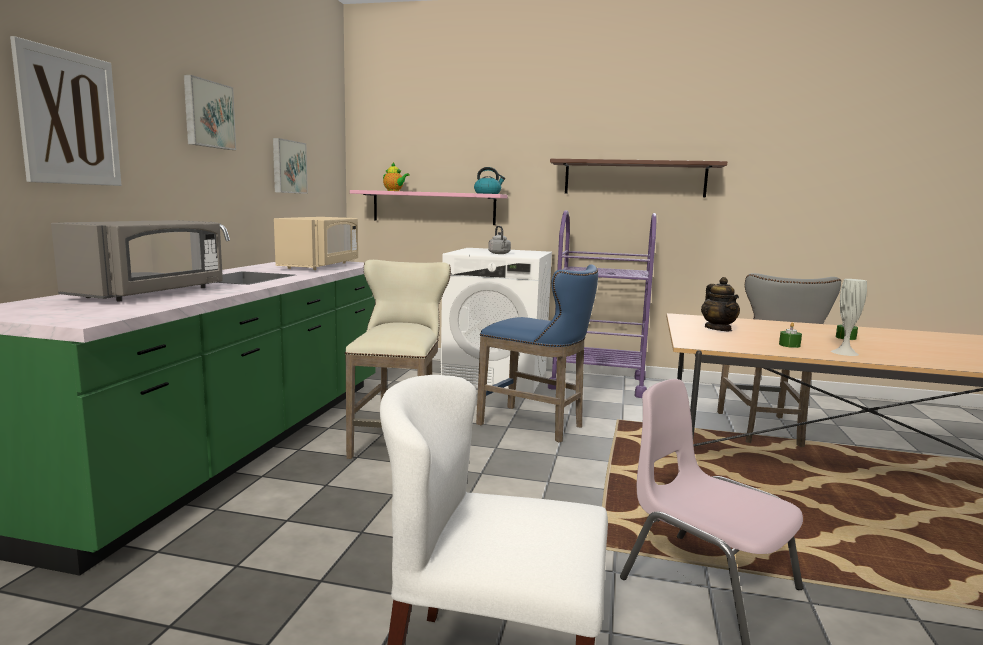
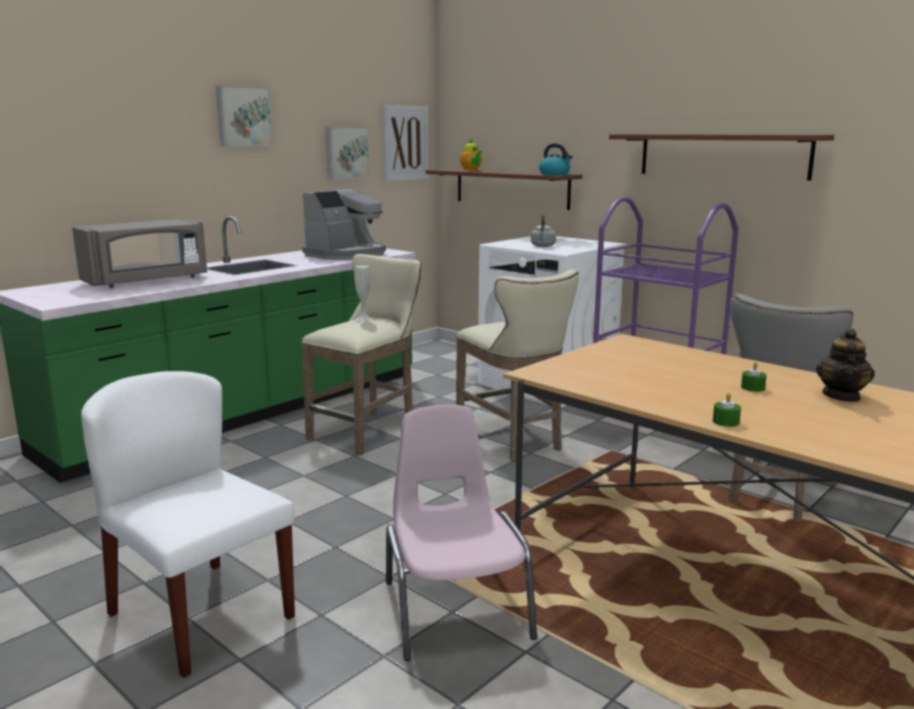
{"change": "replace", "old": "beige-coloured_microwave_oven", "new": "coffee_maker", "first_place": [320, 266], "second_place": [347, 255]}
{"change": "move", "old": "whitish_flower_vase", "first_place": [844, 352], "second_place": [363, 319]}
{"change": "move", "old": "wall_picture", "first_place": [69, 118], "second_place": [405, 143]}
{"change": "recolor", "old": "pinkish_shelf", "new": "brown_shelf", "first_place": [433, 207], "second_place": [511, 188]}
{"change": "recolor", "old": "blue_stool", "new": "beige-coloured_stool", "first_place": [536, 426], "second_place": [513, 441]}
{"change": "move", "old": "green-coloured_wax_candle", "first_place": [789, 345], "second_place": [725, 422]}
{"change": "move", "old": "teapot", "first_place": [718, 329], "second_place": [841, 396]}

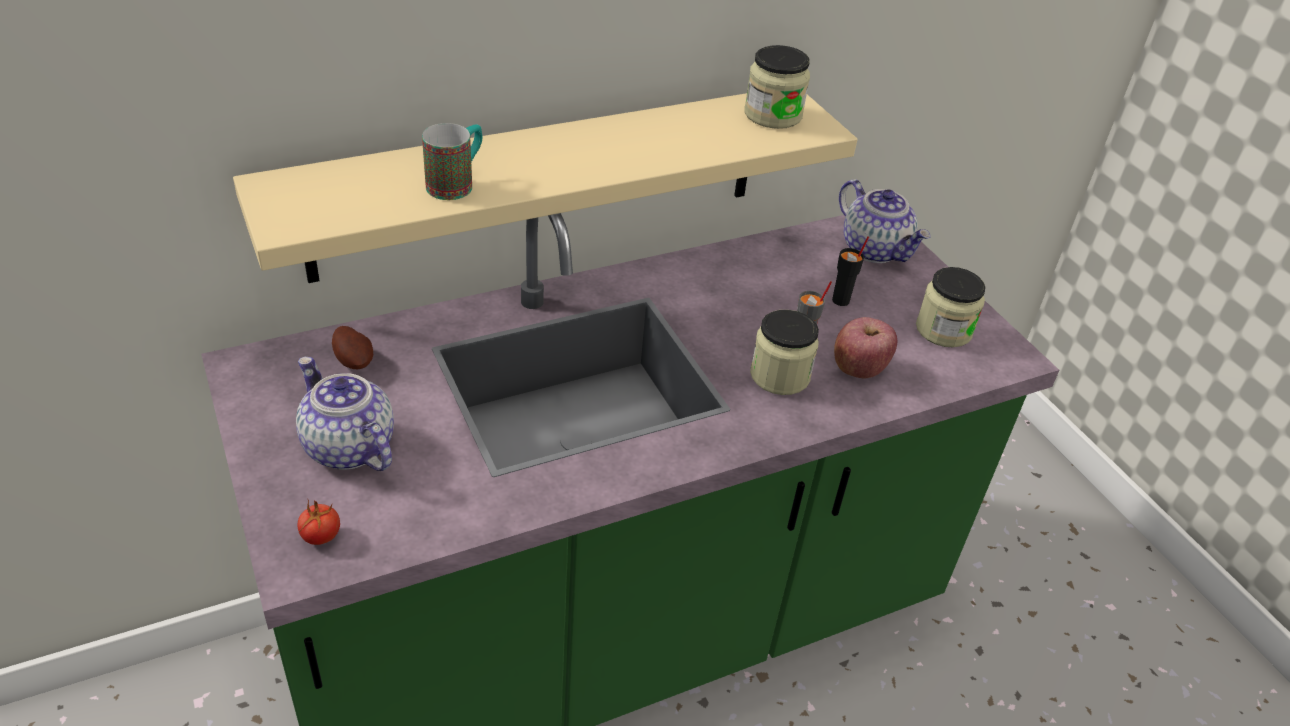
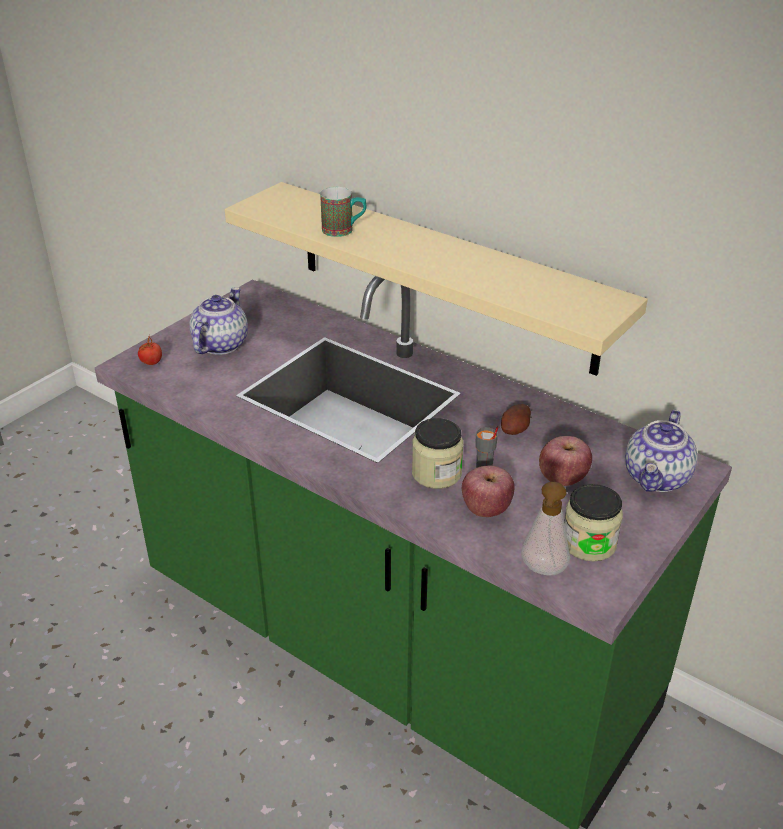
{"change": "move", "old": "potato", "first_place": [355, 360], "second_place": [516, 430]}
{"change": "insert", "new": "soap_dispenser", "second_place": [542, 571]}
{"change": "replace", "old": "blackish_small_cup", "new": "apple", "first_place": [841, 300], "second_place": [562, 478]}
{"change": "delete", "old": "jar", "first_place": [773, 115]}

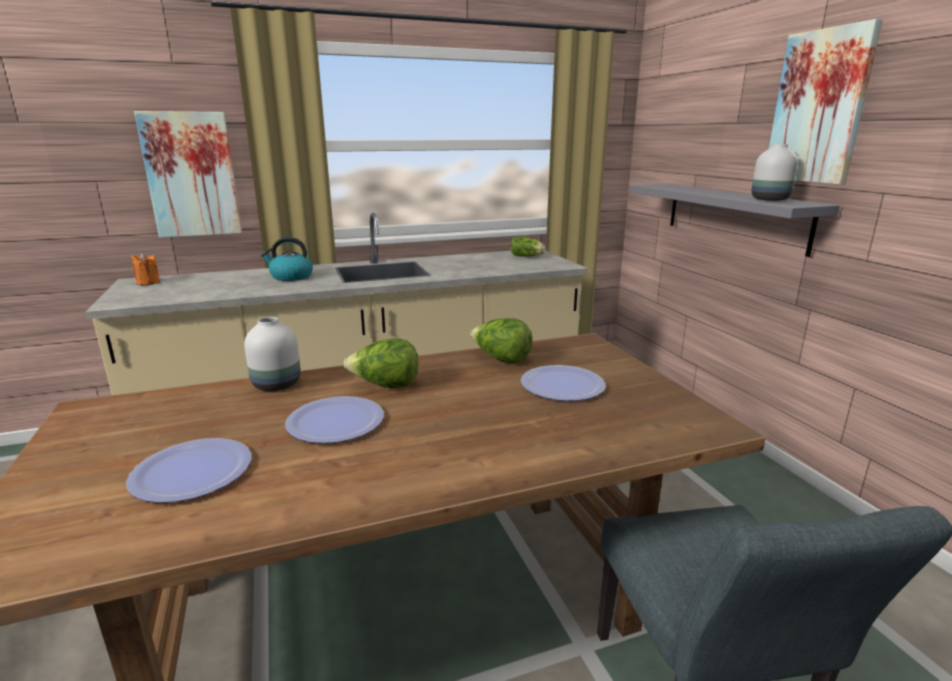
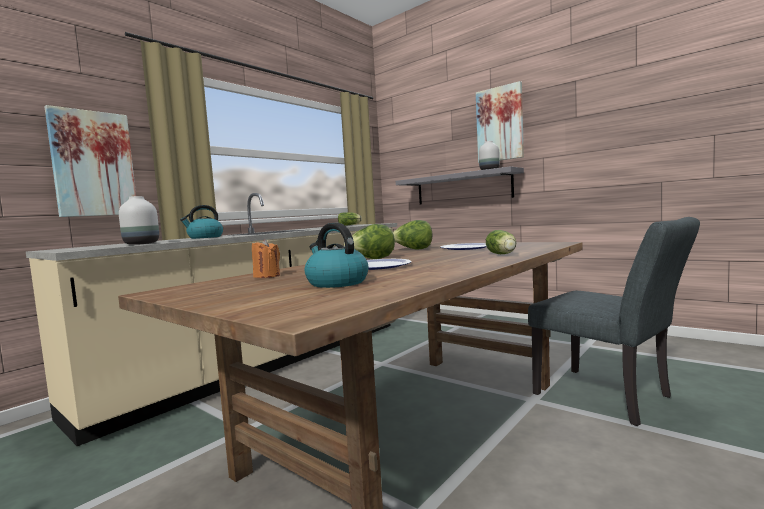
{"change": "move", "old": "whitish_flower_vase", "first_place": [277, 384], "second_place": [141, 244]}
{"change": "move", "old": "orange_wax_candle", "first_place": [148, 282], "second_place": [267, 276]}
{"change": "replace", "old": "plate", "new": "kettle", "first_place": [192, 472], "second_place": [336, 283]}
{"change": "insert", "new": "lettuce", "second_place": [502, 254]}

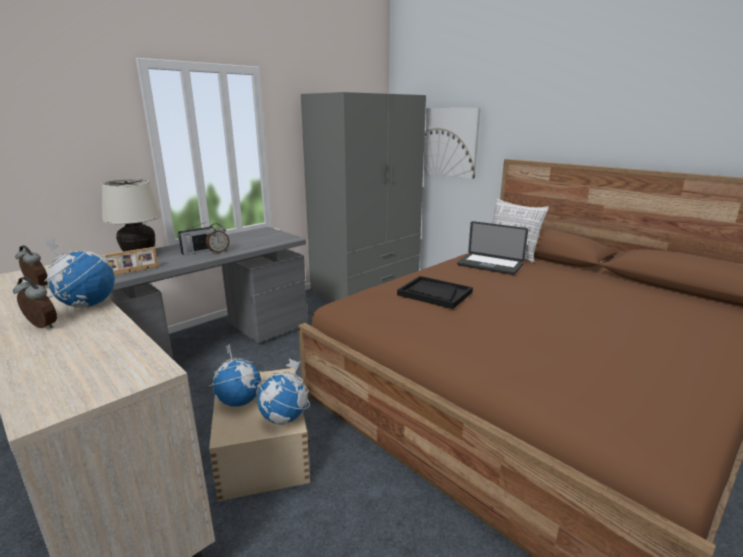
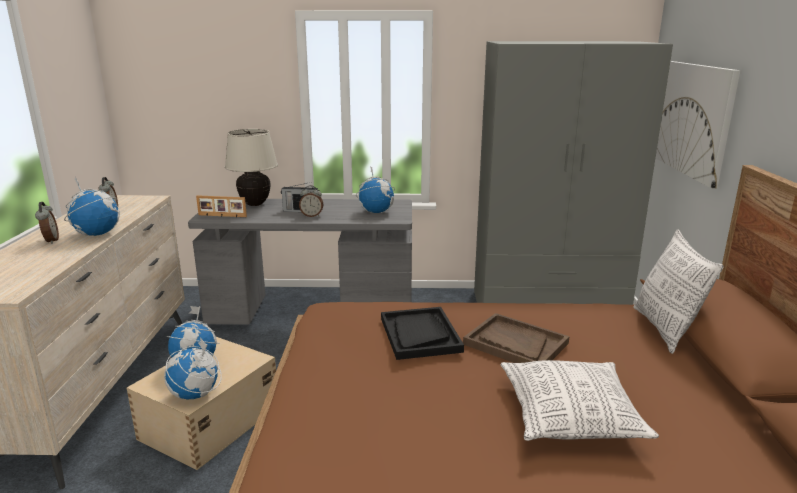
{"change": "insert", "new": "globe", "second_place": [376, 212]}
{"change": "insert", "new": "brown_carrying_tray", "second_place": [515, 344]}
{"change": "insert", "new": "cushion", "second_place": [570, 417]}
{"change": "delete", "old": "notebook_computer", "first_place": [490, 265]}

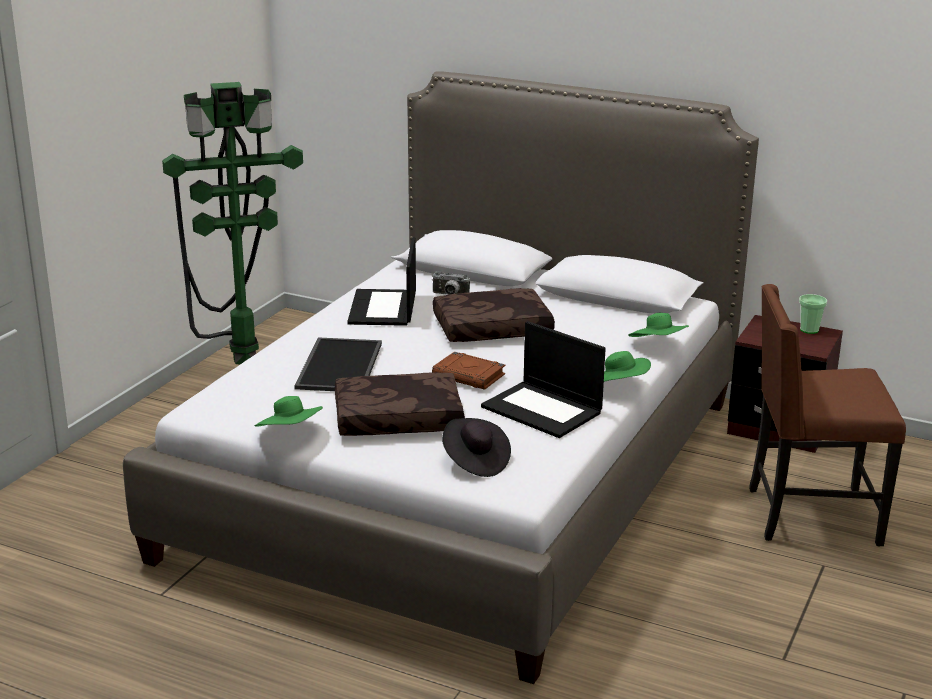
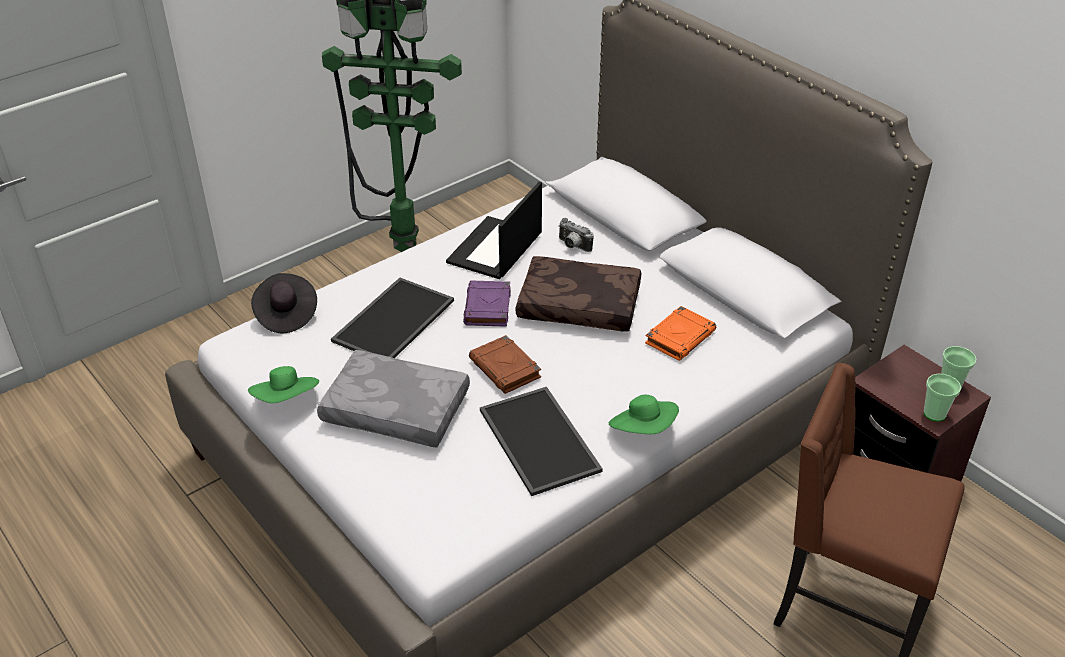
{"change": "move", "old": "blackish_wearable_hat", "first_place": [475, 461], "second_place": [286, 315]}
{"change": "recolor", "old": "brown_cushion", "new": "gray_cushion", "first_place": [397, 420], "second_place": [394, 411]}
{"change": "insert", "new": "purplish_book", "second_place": [488, 308]}
{"change": "replace", "old": "notebook_computer", "new": "carrying_tray", "first_place": [543, 410], "second_place": [541, 440]}
{"change": "insert", "new": "orange_book", "second_place": [680, 337]}
{"change": "insert", "new": "small_cup", "second_place": [934, 413]}
{"change": "delete", "old": "green-coloured_wearable_hat", "first_place": [658, 346]}

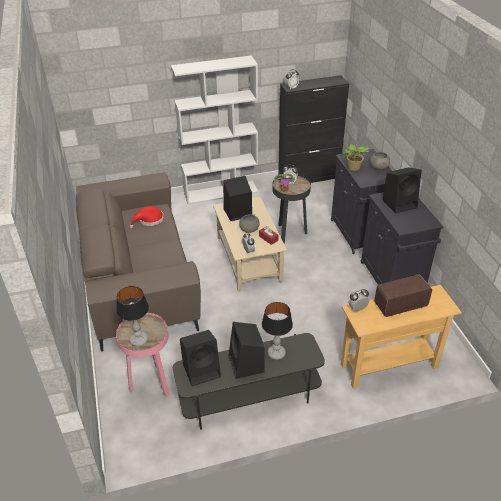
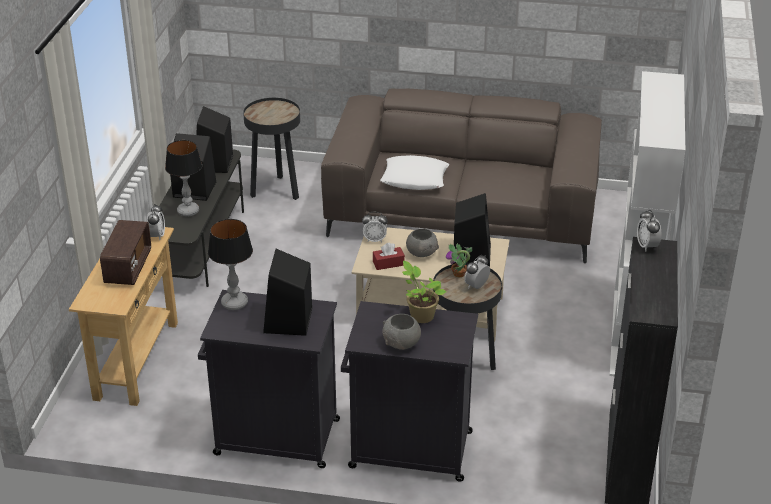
{"change": "move", "old": "lamp_for_a_table", "first_place": [139, 340], "second_place": [234, 303]}
{"change": "recolor", "old": "pinkish_side_table", "new": "blackish_side_table", "first_place": [151, 384], "second_place": [276, 191]}
{"change": "insert", "new": "whitish_cushion", "second_place": [414, 178]}
{"change": "delete", "old": "red-coloured_wearable_hat", "first_place": [149, 220]}

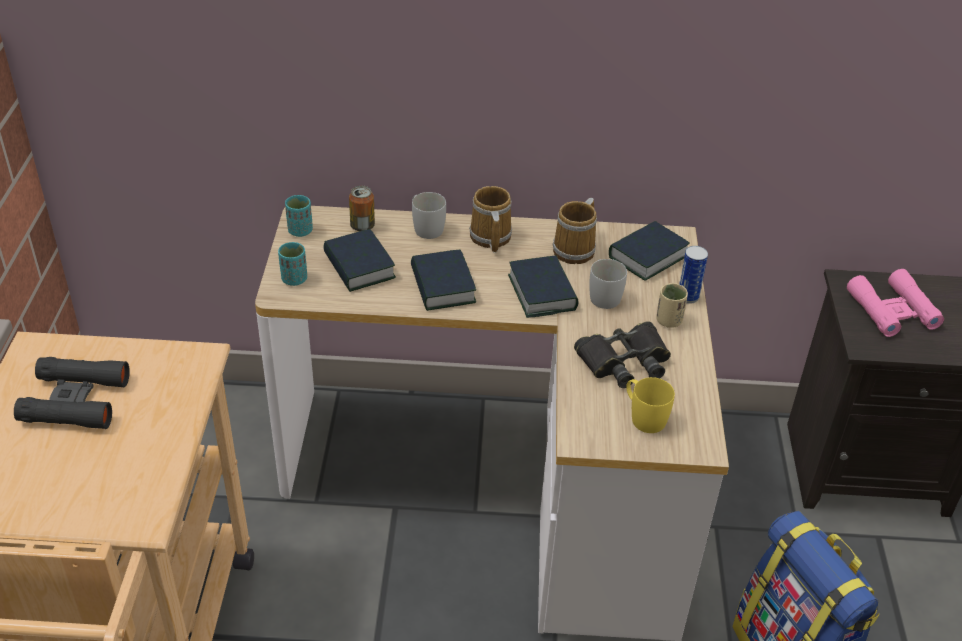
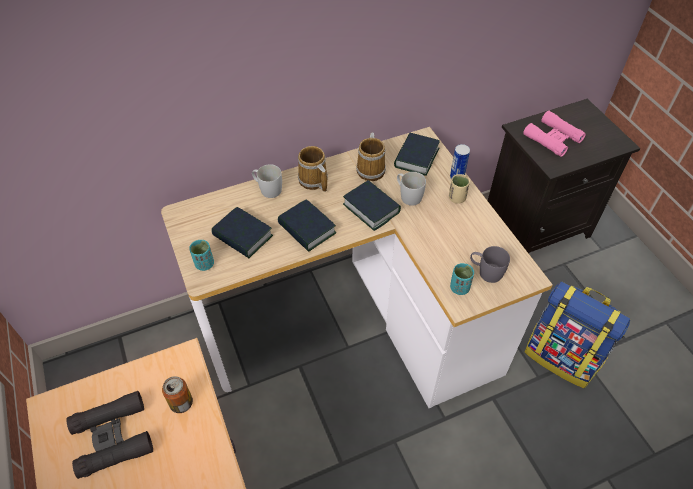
{"change": "move", "old": "sealed_can", "first_place": [362, 226], "second_place": [181, 403]}
{"change": "move", "old": "turquoise_small_cup", "first_place": [300, 231], "second_place": [459, 288]}
{"change": "recolor", "old": "yellow_mug", "new": "gray_mug", "first_place": [643, 416], "second_place": [485, 272]}
{"change": "delete", "old": "blackish_field_glasses", "first_place": [624, 361]}

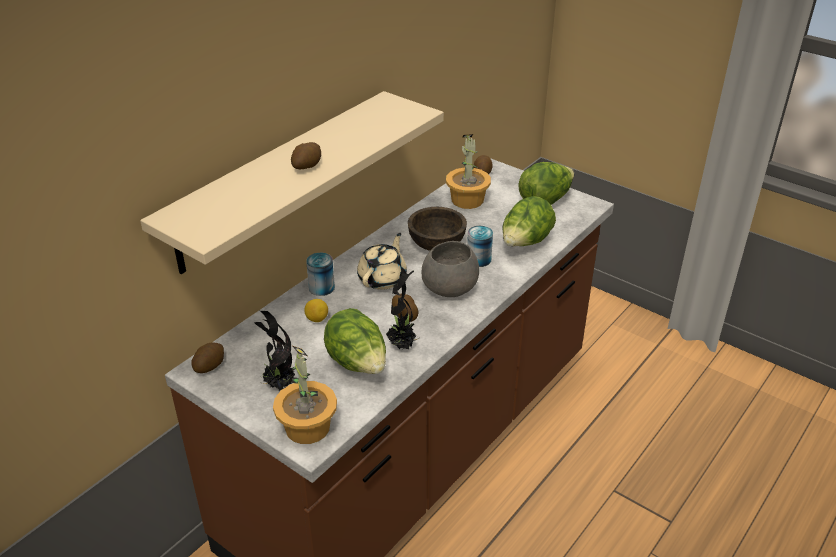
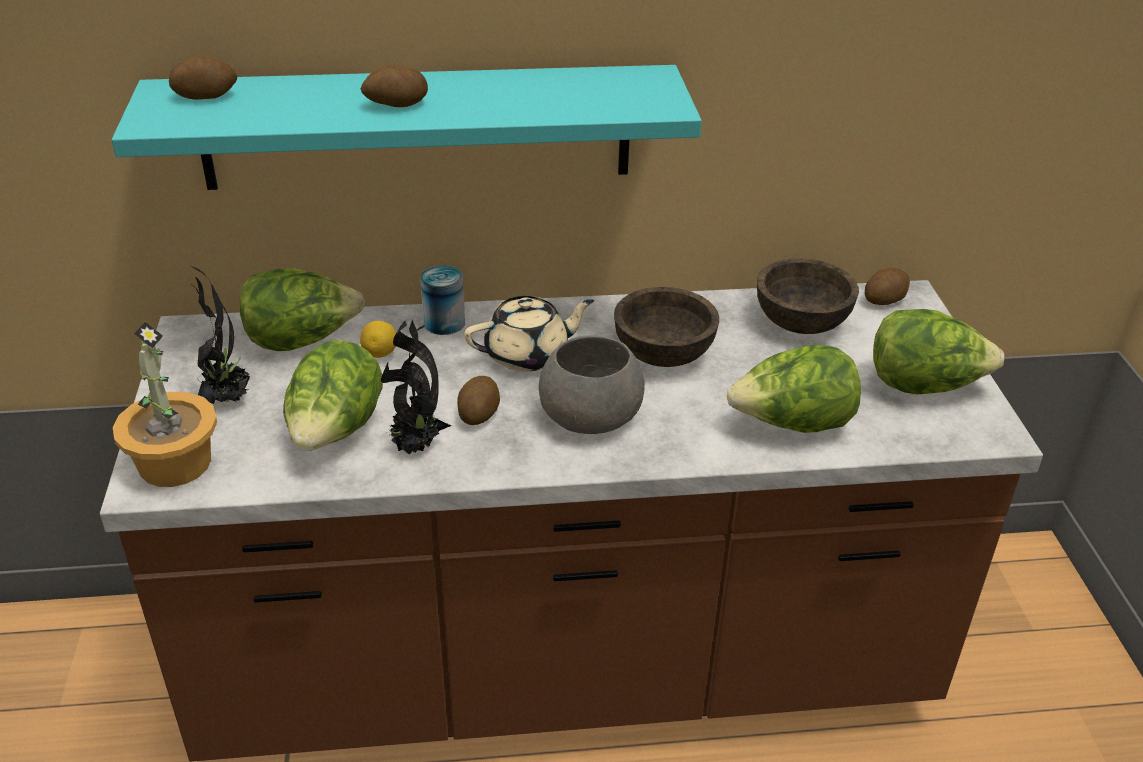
{"change": "recolor", "old": "beige-coloured_shelf", "new": "turquoise_shelf", "first_place": [280, 180], "second_place": [417, 127]}
{"change": "move", "old": "potato", "first_place": [209, 365], "second_place": [206, 96]}
{"change": "insert", "new": "lettuce", "second_place": [302, 341]}
{"change": "replace", "old": "potted_plant", "new": "brown_bowl", "first_place": [467, 200], "second_place": [801, 323]}
{"change": "delete", "old": "sealed_can", "first_place": [479, 259]}

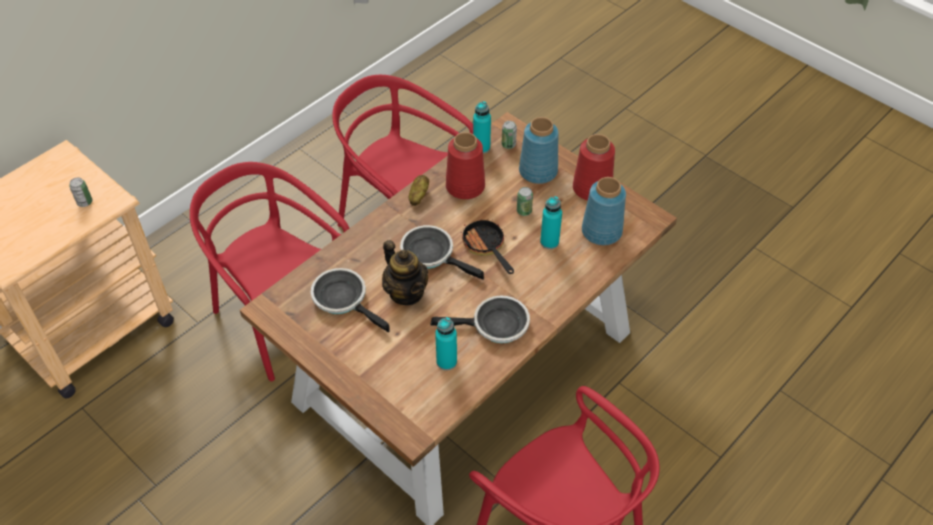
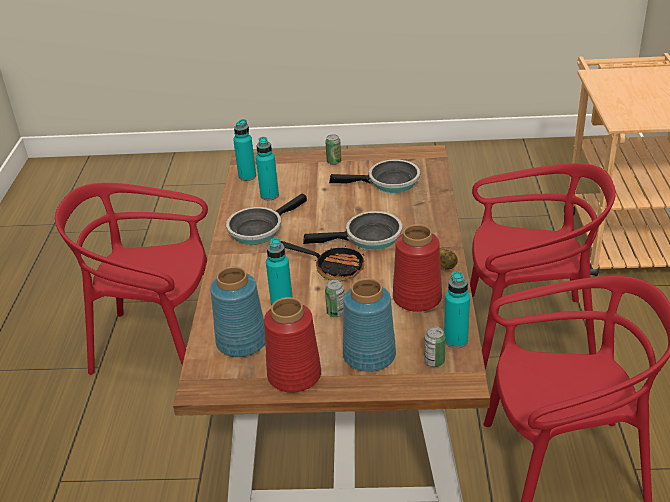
{"change": "insert", "new": "turquoise_bottle", "second_place": [247, 176]}
{"change": "move", "old": "sealed_can", "first_place": [85, 202], "second_place": [334, 162]}
{"change": "delete", "old": "teapot", "first_place": [406, 293]}

